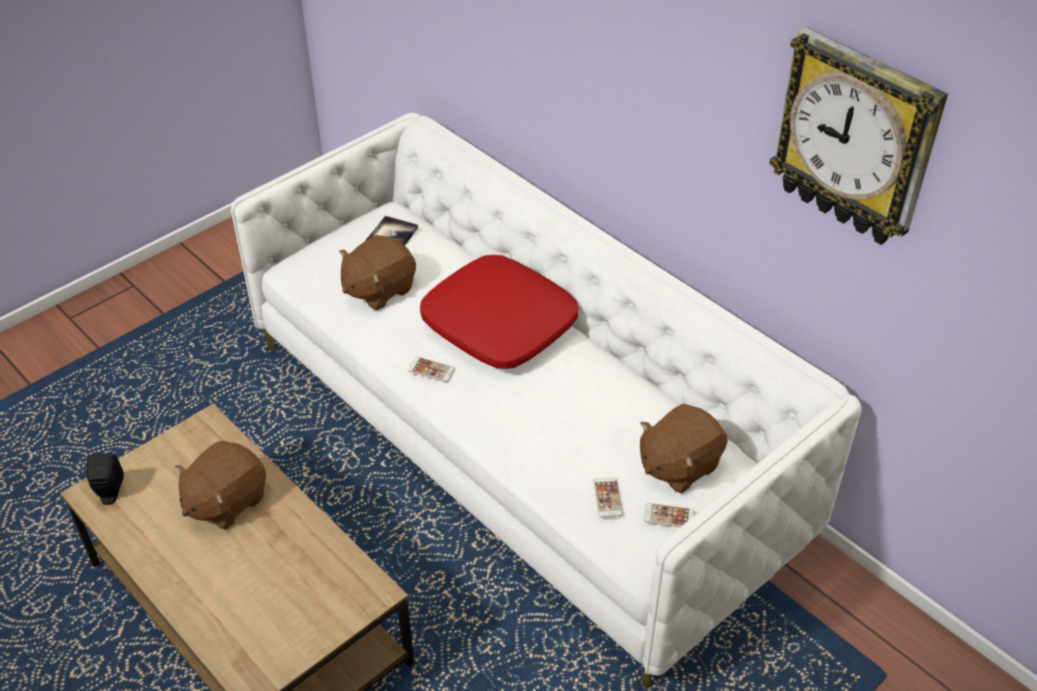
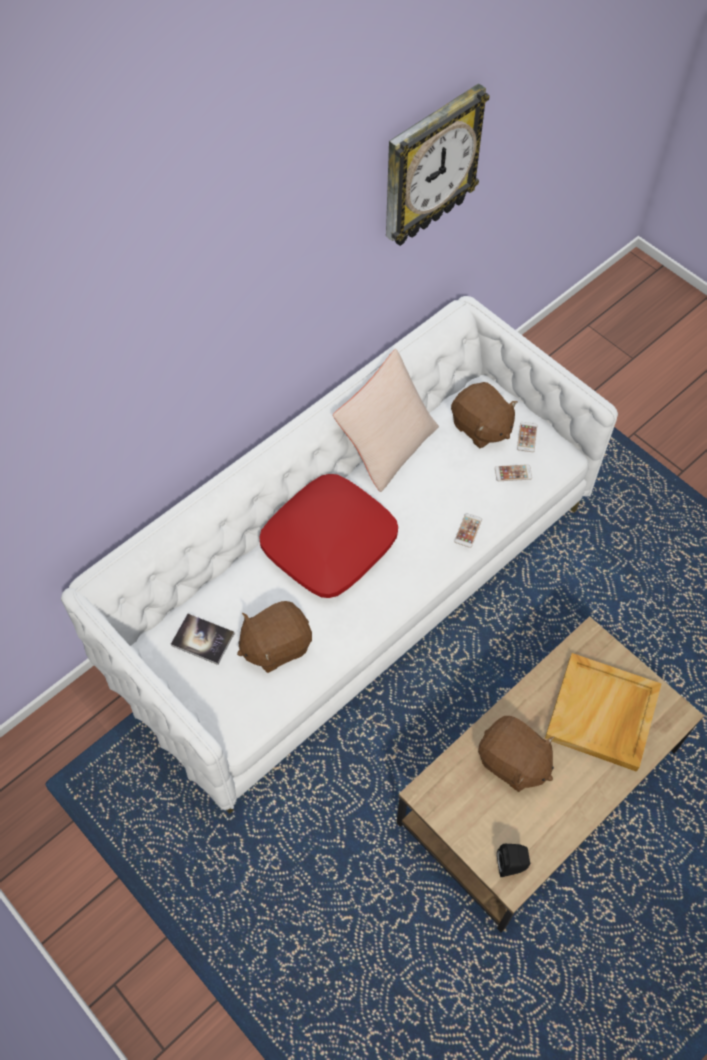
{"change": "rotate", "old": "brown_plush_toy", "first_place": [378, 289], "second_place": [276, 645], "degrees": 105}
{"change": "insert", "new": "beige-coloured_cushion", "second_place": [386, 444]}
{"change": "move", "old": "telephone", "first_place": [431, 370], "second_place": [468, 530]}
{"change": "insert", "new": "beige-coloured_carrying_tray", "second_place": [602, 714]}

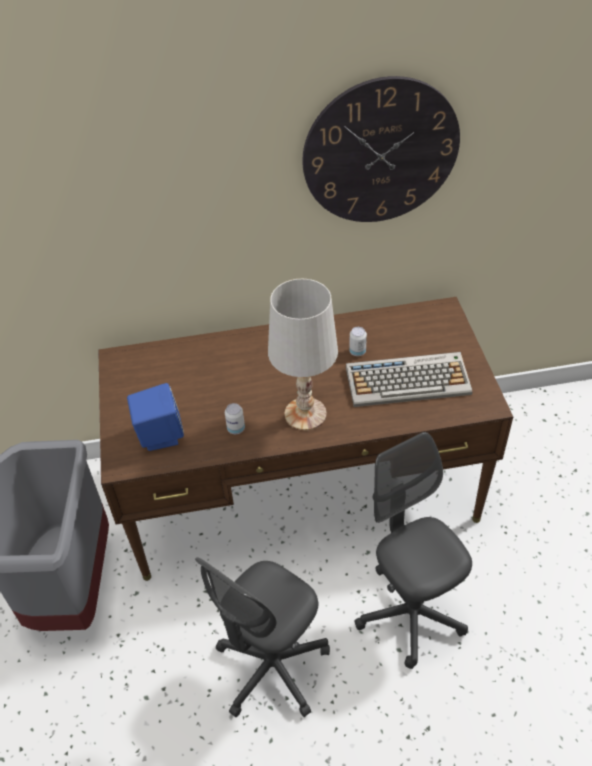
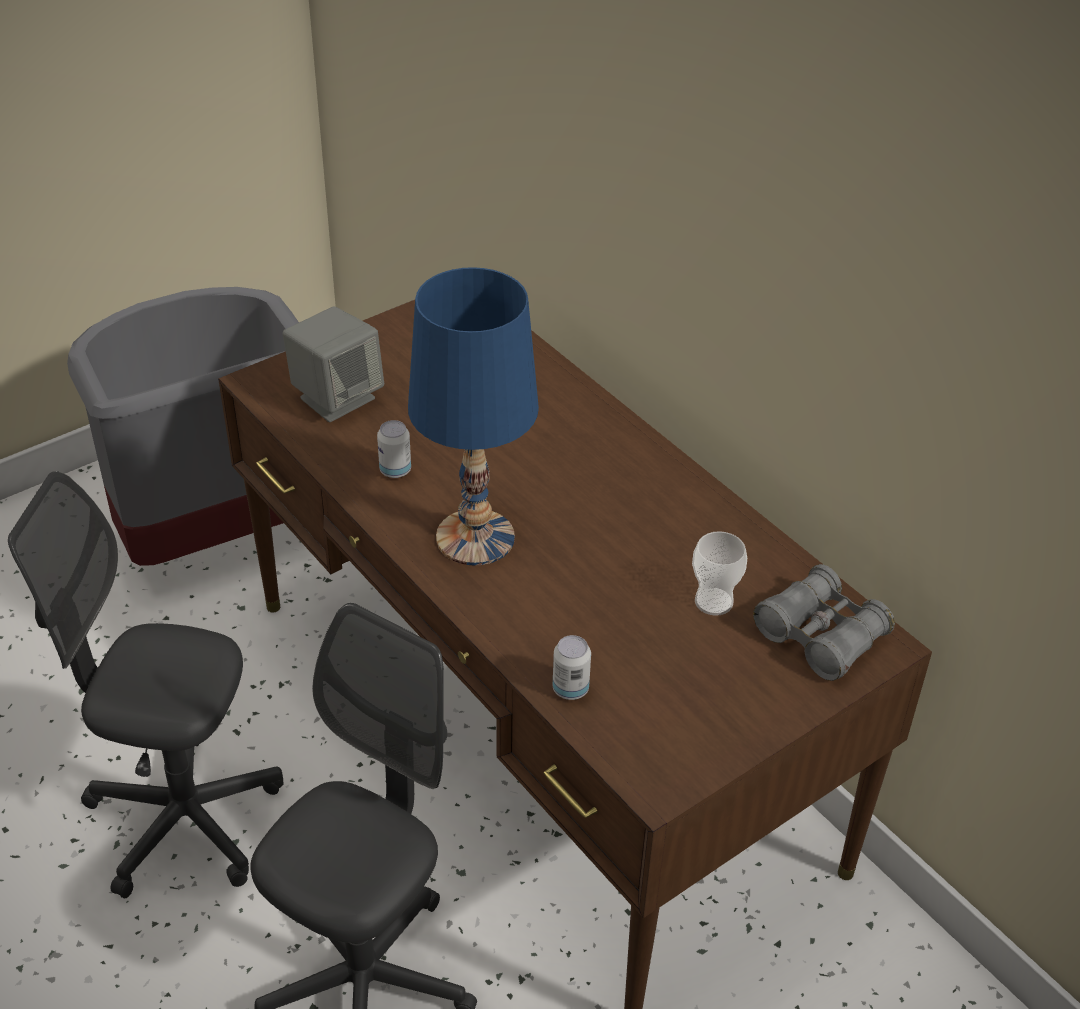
{"change": "recolor", "old": "blue_loudspeaker", "new": "gray_loudspeaker", "first_place": [159, 435], "second_place": [337, 398]}
{"change": "recolor", "old": "whitish_lamp_for_a_table", "new": "blue_lamp_for_a_table", "first_place": [306, 414], "second_place": [475, 538]}
{"change": "move", "old": "sealed_can", "first_place": [357, 352], "second_place": [570, 689]}
{"change": "insert", "new": "small_cup", "second_place": [713, 601]}
{"change": "insert", "new": "gray_field_glasses", "second_place": [820, 636]}
{"change": "delete", "old": "hanging_clock", "first_place": [380, 152]}
{"change": "delete", "old": "computer_keyboard", "first_place": [408, 380]}

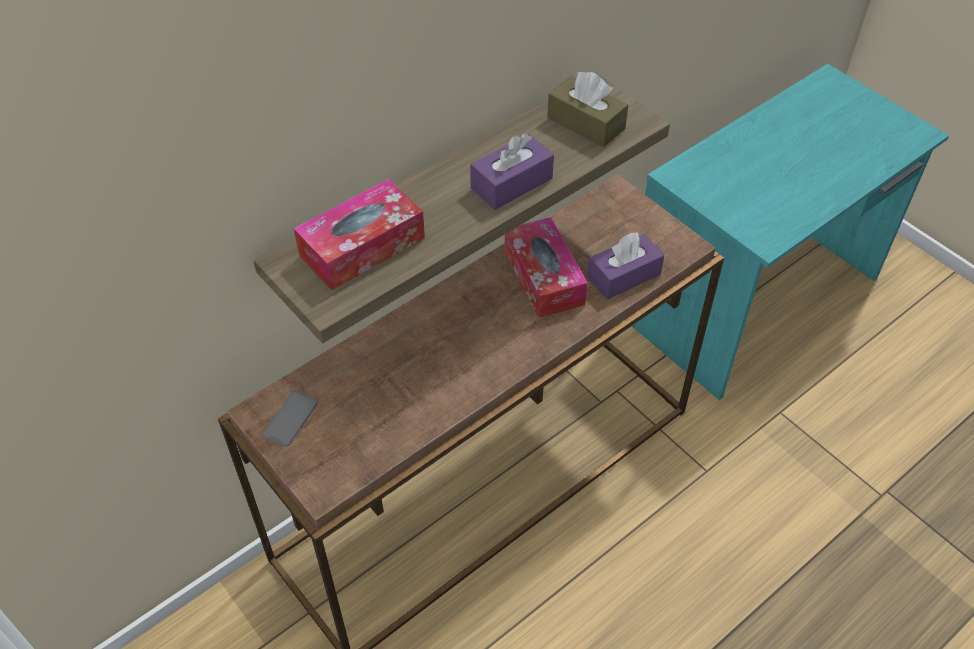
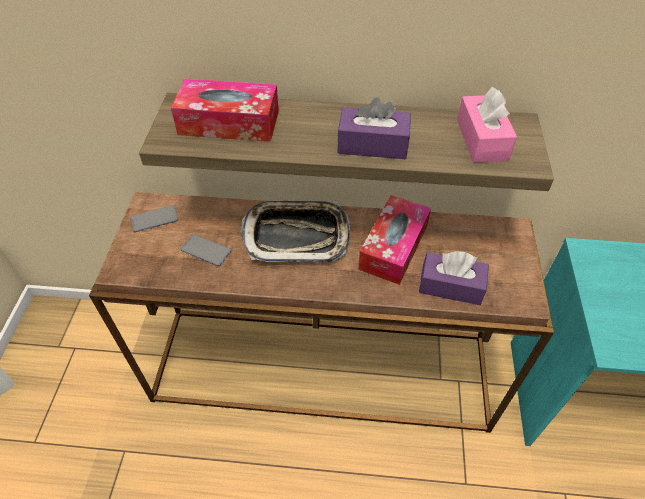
{"change": "insert", "new": "telephone", "second_place": [206, 251]}
{"change": "insert", "new": "carrying_tray", "second_place": [296, 236]}
{"change": "recolor", "old": "brown_tissue_box", "new": "pinkish_tissue_box", "first_place": [586, 123], "second_place": [481, 139]}

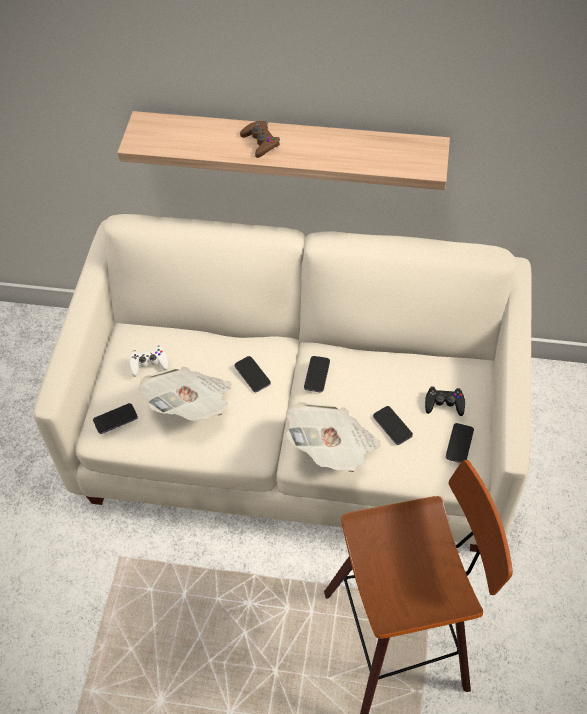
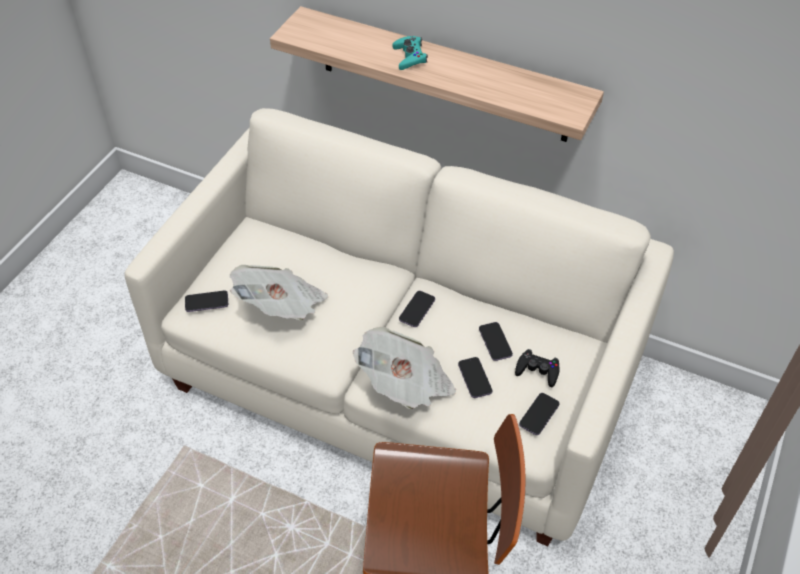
{"change": "recolor", "old": "brown_gamepad", "new": "turquoise_gamepad", "first_place": [260, 142], "second_place": [410, 57]}
{"change": "move", "old": "telephone", "first_place": [252, 375], "second_place": [495, 342]}
{"change": "delete", "old": "whitish_gamepad", "first_place": [149, 364]}

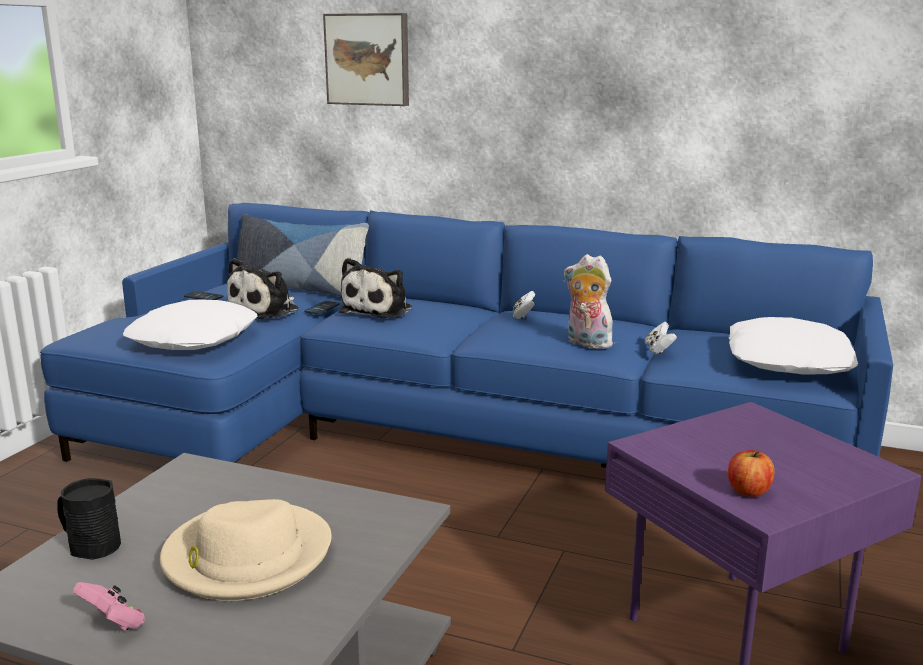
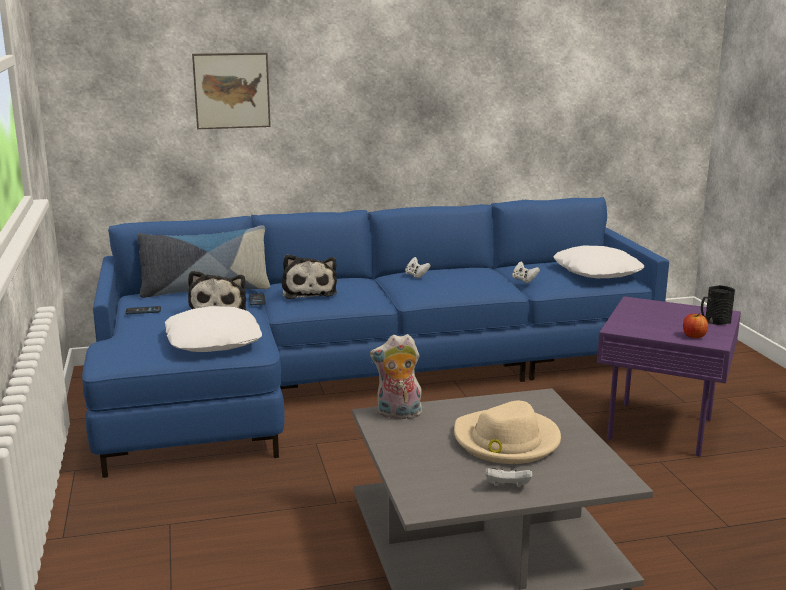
{"change": "move", "old": "plush_toy", "first_place": [586, 343], "second_place": [398, 415]}
{"change": "recolor", "old": "pinkish_gamepad", "new": "whitish_gamepad", "first_place": [114, 623], "second_place": [507, 488]}
{"change": "move", "old": "blackish_mug", "first_place": [89, 545], "second_place": [714, 321]}

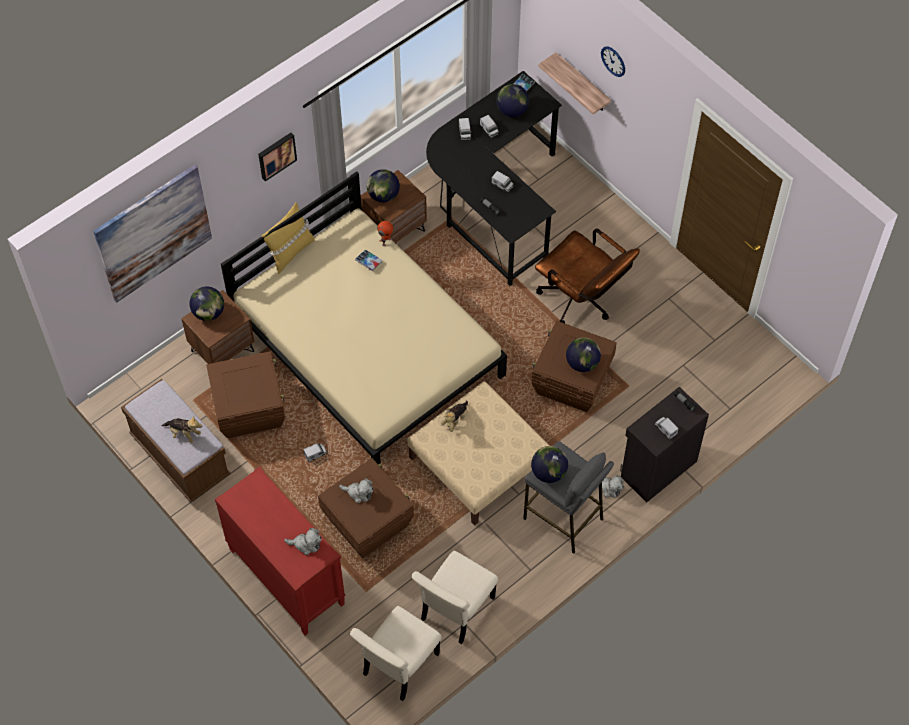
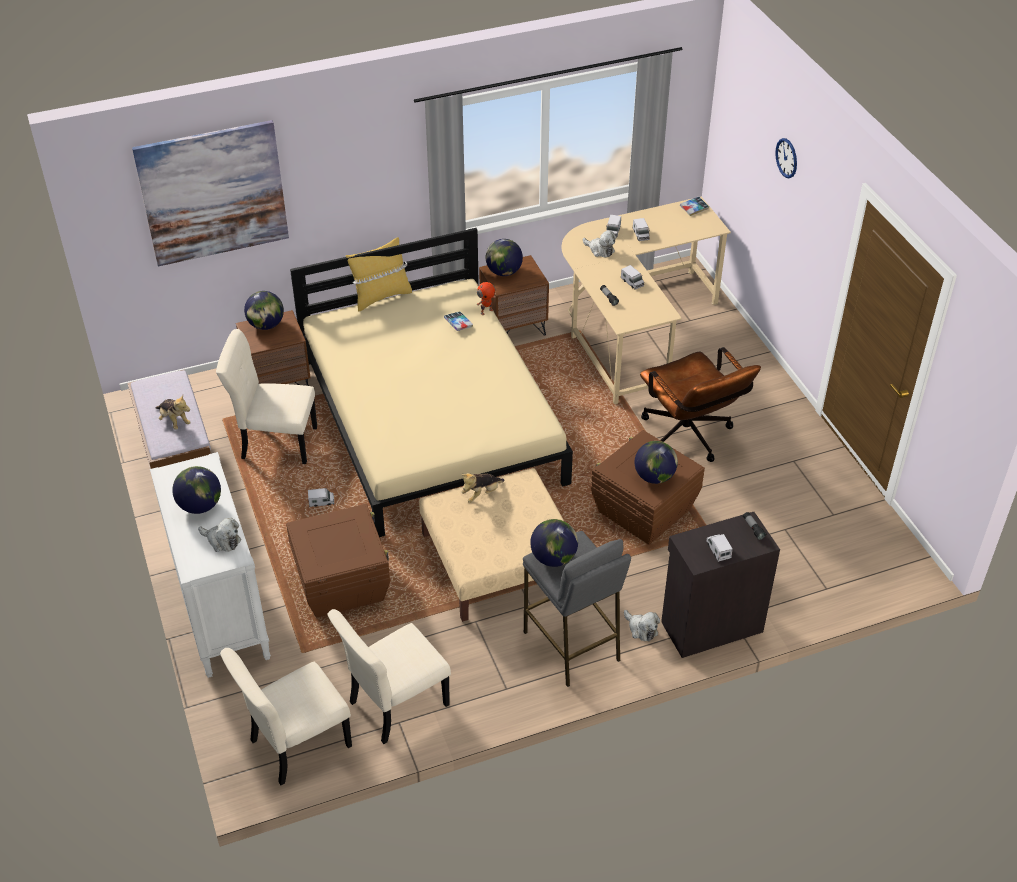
{"change": "recolor", "old": "red-coloured_dresser", "new": "whitish_dresser", "first_place": [286, 577], "second_place": [221, 611]}
{"change": "move", "old": "globe", "first_place": [512, 110], "second_place": [200, 505]}
{"change": "replace", "old": "brown_storage_bin", "new": "beige-coloured_upright_chair", "first_place": [249, 409], "second_place": [276, 442]}
{"change": "recolor", "old": "blackish_desk_unit", "new": "beige-coloured_desk_unit", "first_place": [492, 201], "second_place": [631, 328]}
{"change": "move", "old": "plush_toy", "first_place": [359, 493], "second_place": [600, 250]}
{"change": "delete", "old": "wall_picture", "first_place": [276, 155]}
{"change": "delete", "old": "shelf", "first_place": [582, 84]}

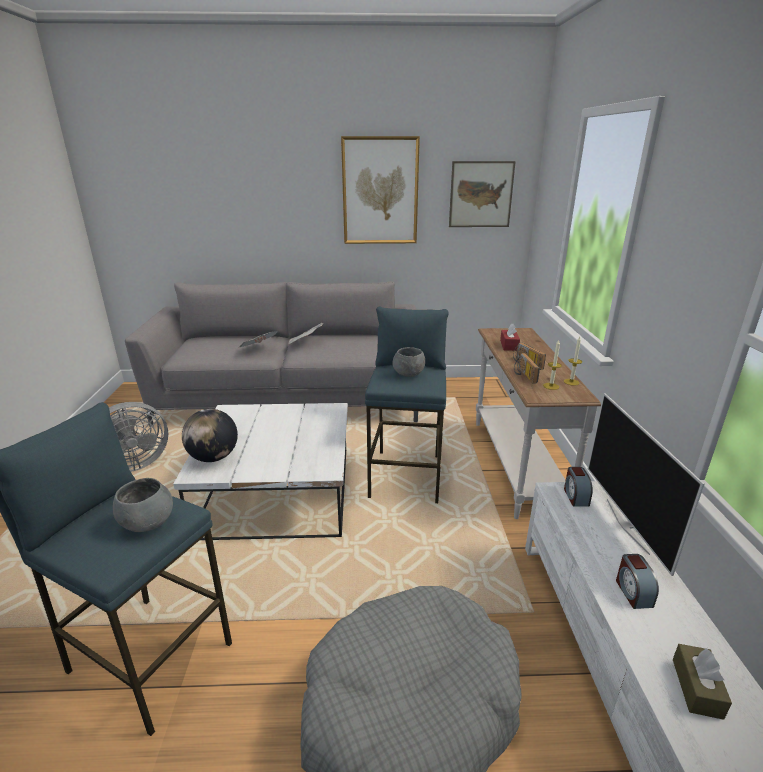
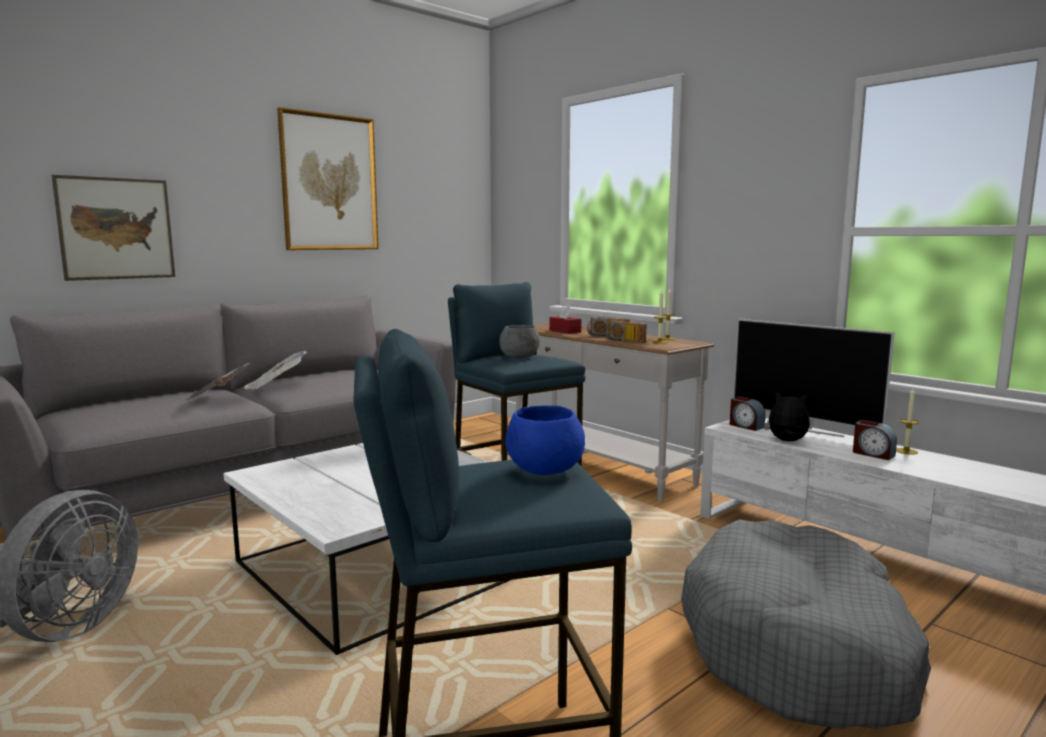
{"change": "move", "old": "wall_picture", "first_place": [481, 194], "second_place": [116, 228]}
{"change": "recolor", "old": "gray_bowl", "new": "blue_bowl", "first_place": [148, 522], "second_place": [544, 470]}
{"change": "insert", "new": "plush_toy", "second_place": [787, 441]}
{"change": "insert", "new": "wax_candle", "second_place": [906, 451]}
{"change": "delete", "old": "globe", "first_place": [213, 457]}
{"change": "delete", "old": "brown_tissue_box", "first_place": [696, 688]}

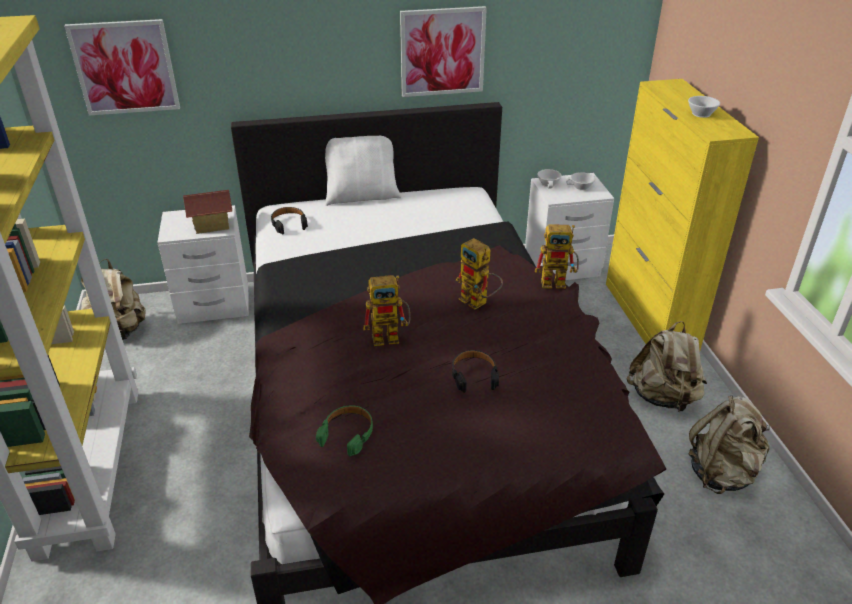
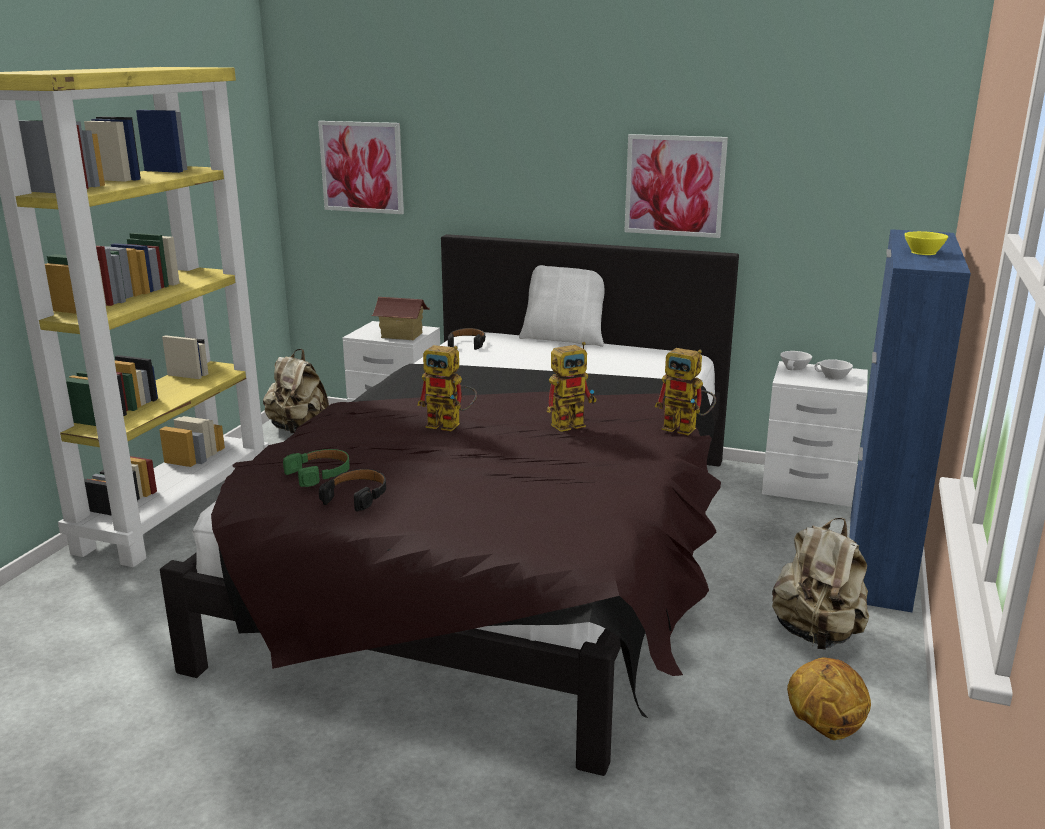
{"change": "move", "old": "blackish_headphones", "first_place": [474, 375], "second_place": [356, 496]}
{"change": "rotate", "old": "toy_robot", "first_place": [479, 302], "second_place": [573, 423], "degrees": -105}
{"change": "replace", "old": "beige-coloured_knapsack", "new": "basketball", "first_place": [721, 472], "second_place": [823, 728]}
{"change": "recolor", "old": "yellow_cupboard", "new": "blue_cupboard", "first_place": [649, 319], "second_place": [878, 560]}
{"change": "recolor", "old": "whitish_small_cup", "new": "yellow_small_cup", "first_place": [699, 113], "second_place": [921, 252]}

